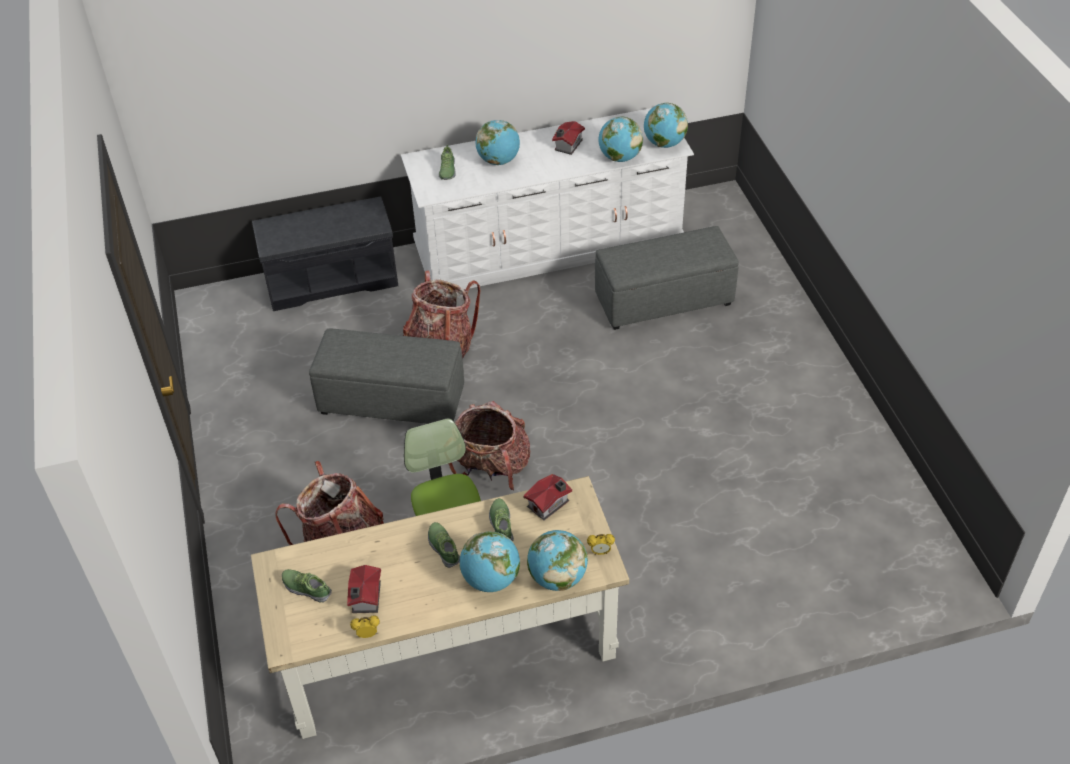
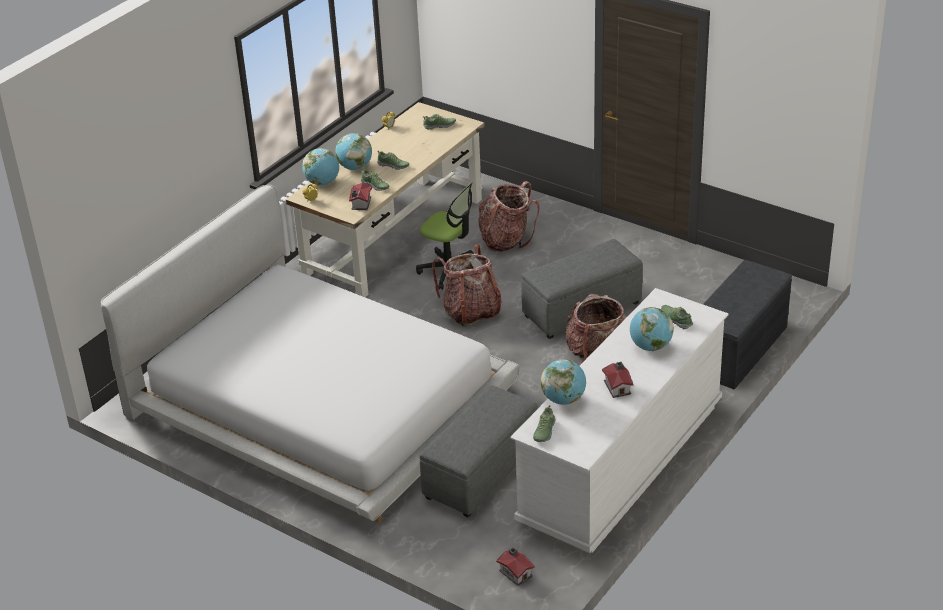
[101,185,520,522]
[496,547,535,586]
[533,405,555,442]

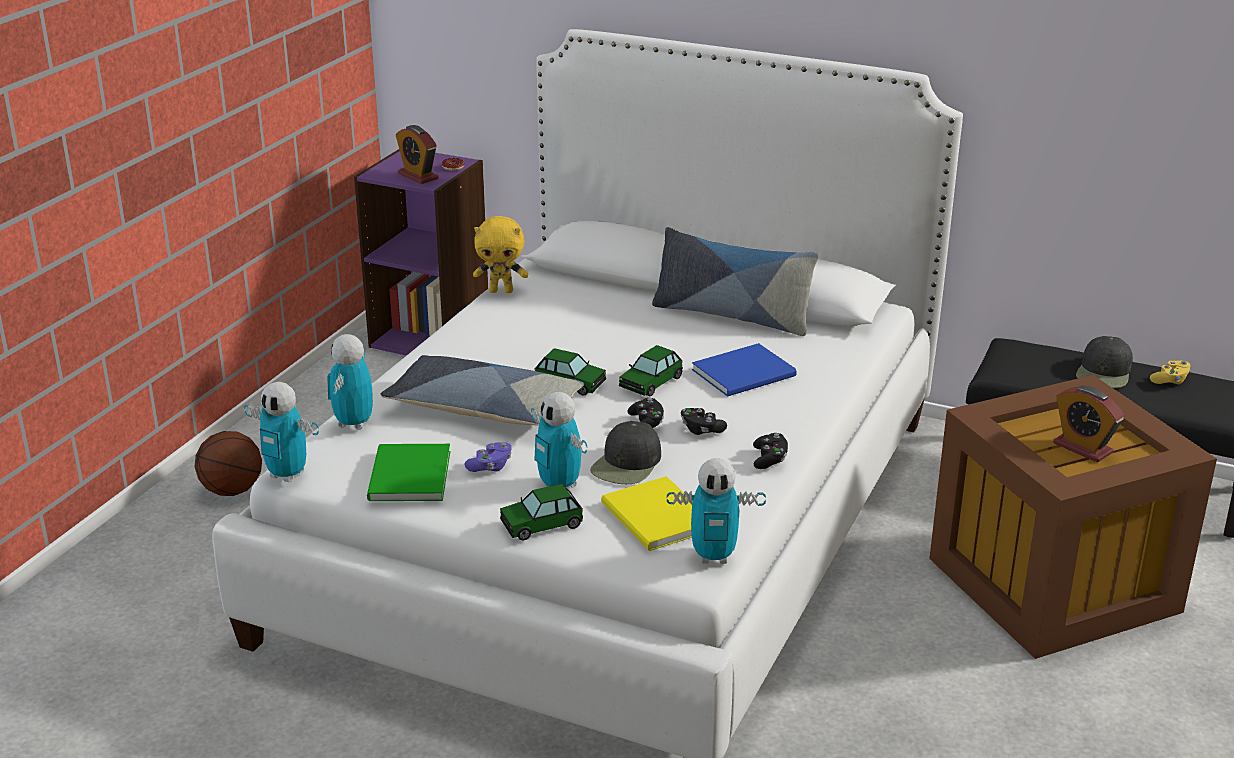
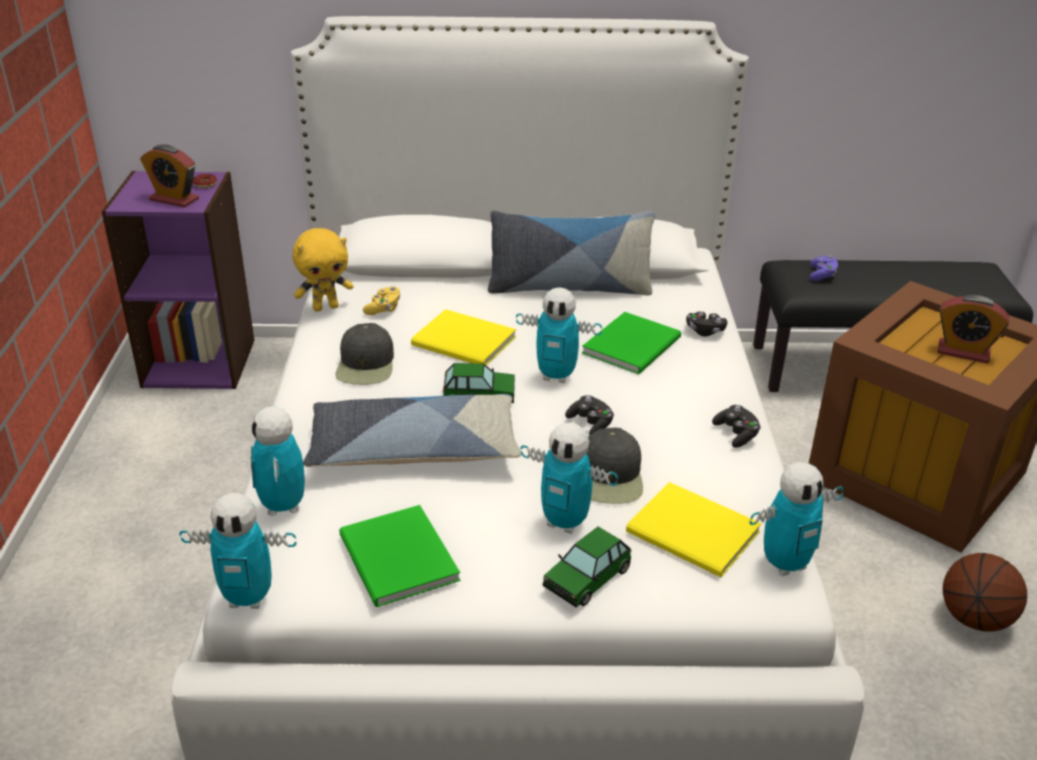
[411,309,516,366]
[943,553,1027,632]
[810,255,838,281]
[686,311,727,337]
[336,323,394,385]
[363,287,401,315]
[516,287,602,383]
[582,312,681,374]

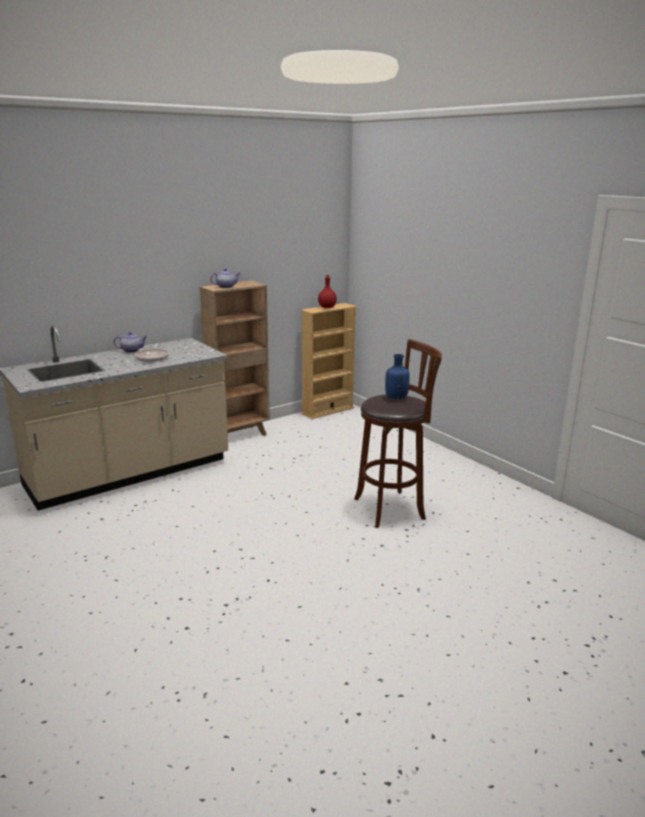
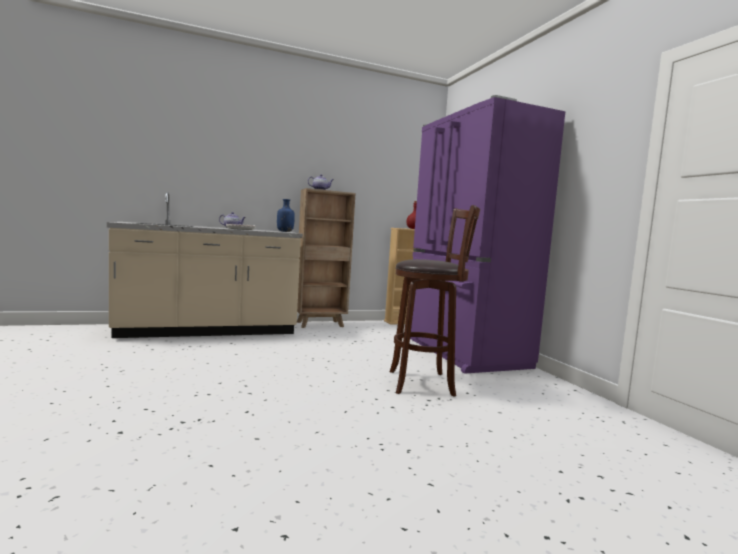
[410,95,565,373]
[277,199,295,232]

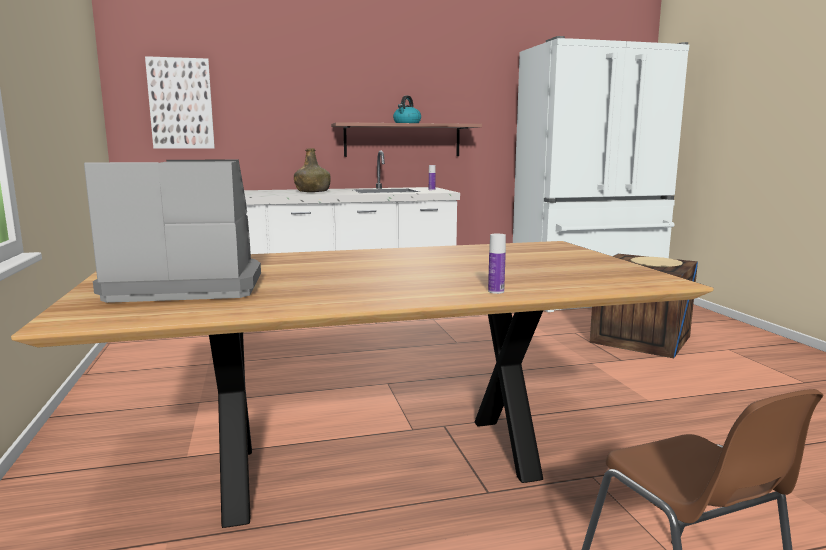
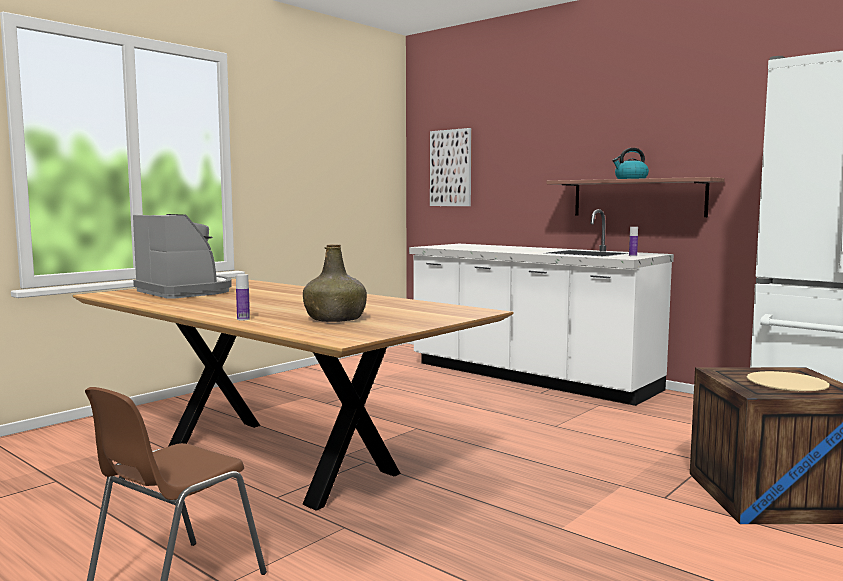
[303,244,367,322]

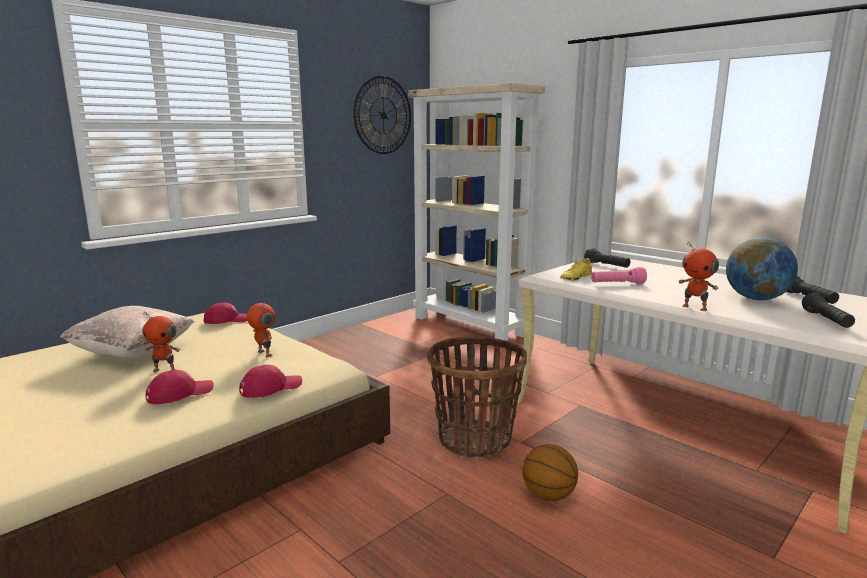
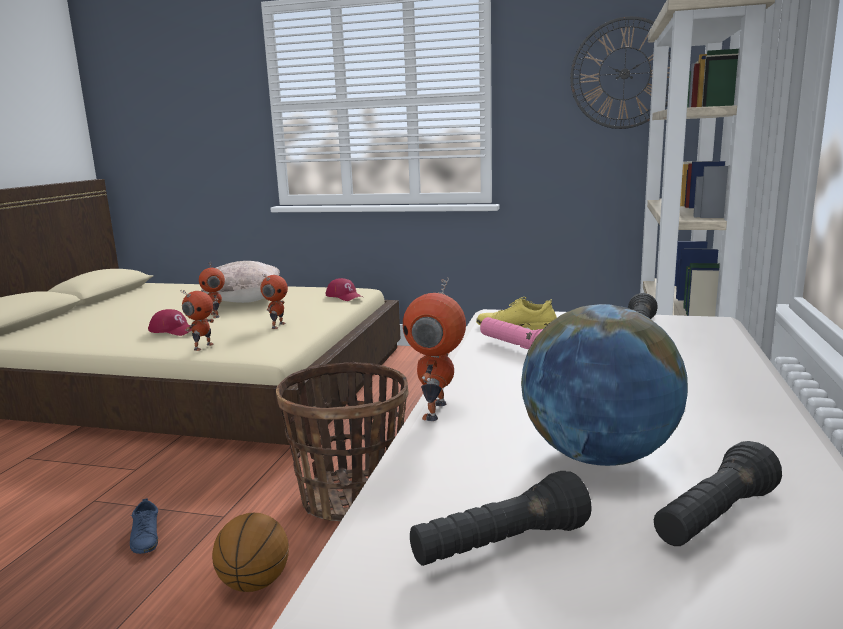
[130,498,158,554]
[181,290,214,351]

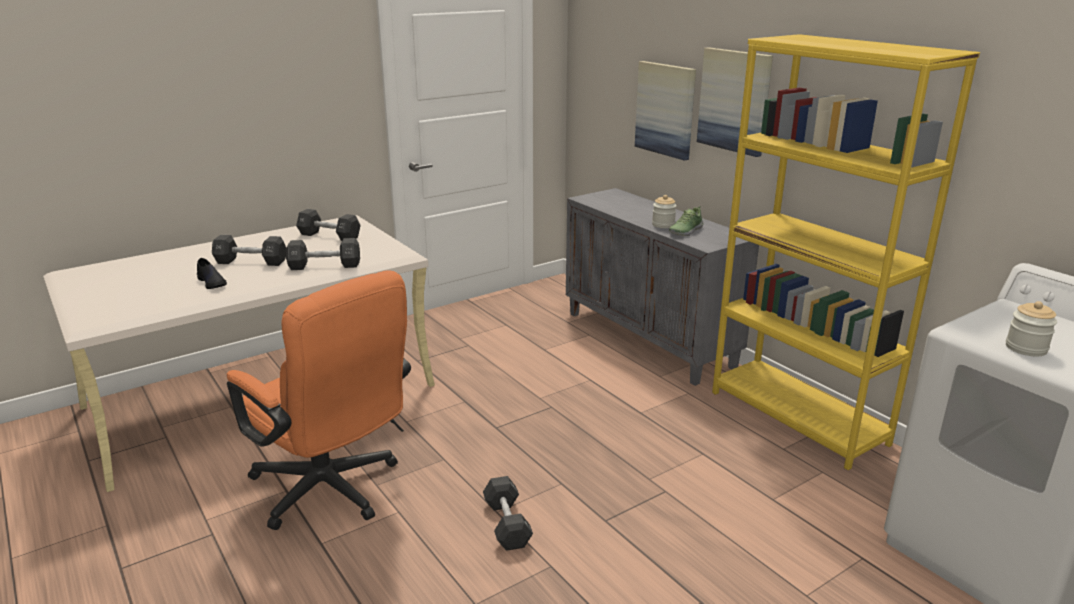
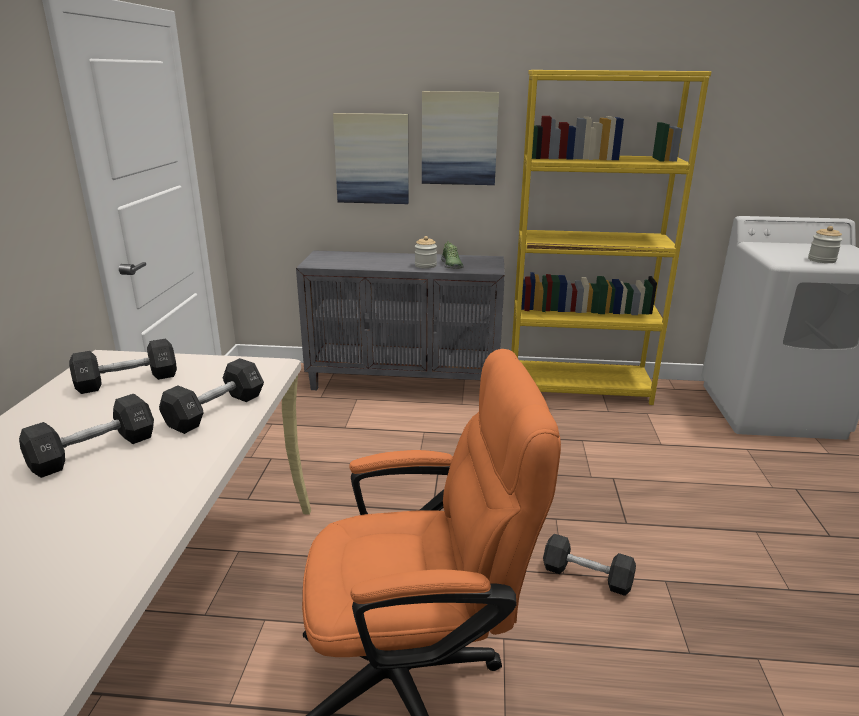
[197,258,227,289] (first image)

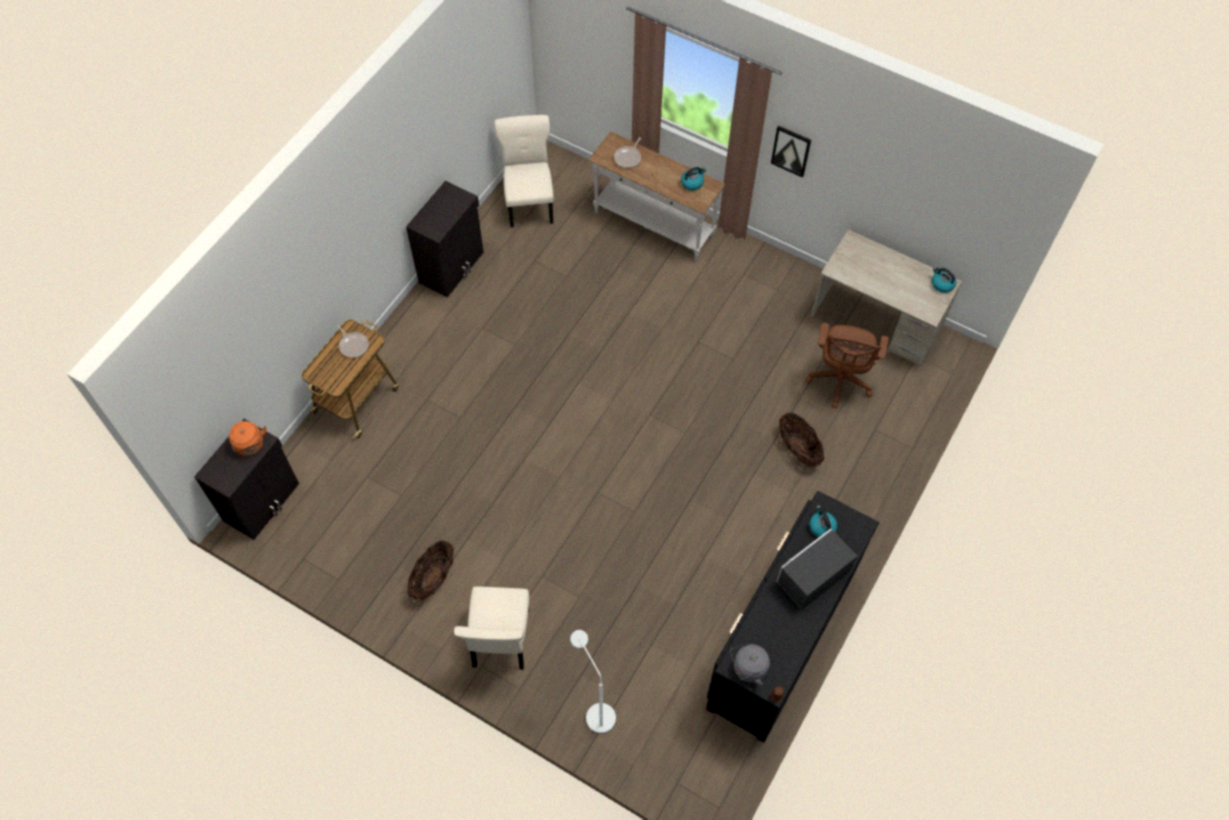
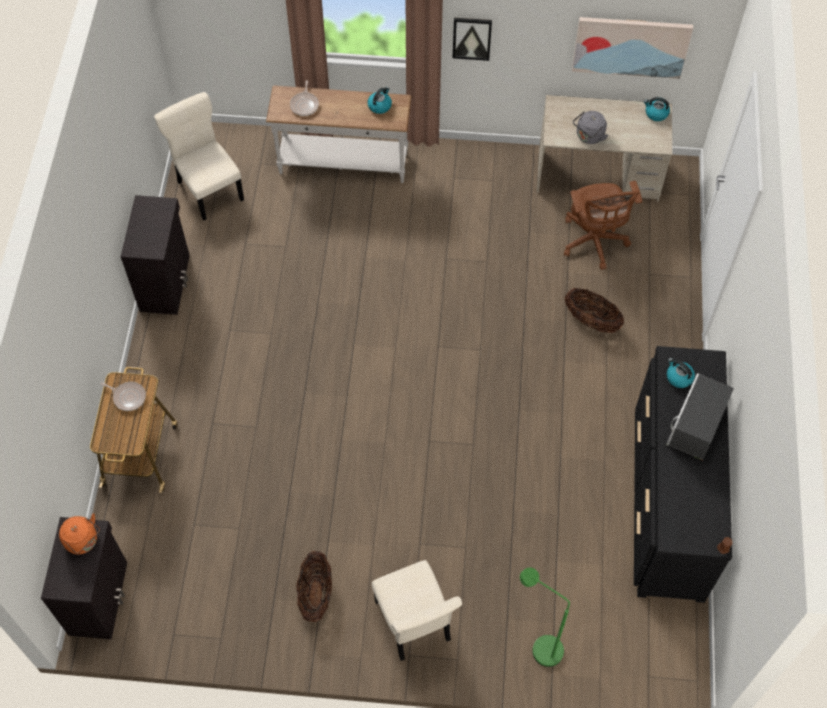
[572,17,693,79]
[573,111,608,144]
[520,568,570,667]

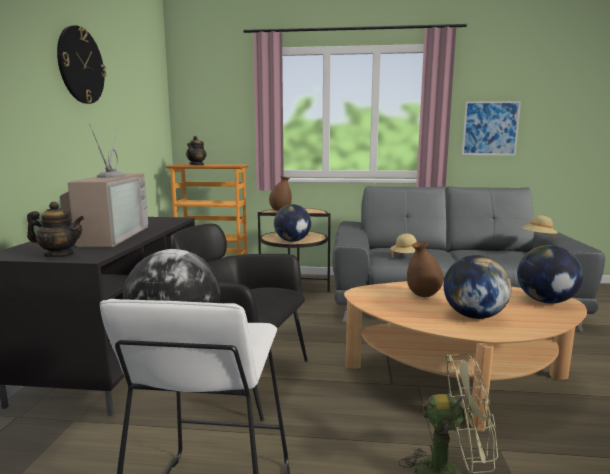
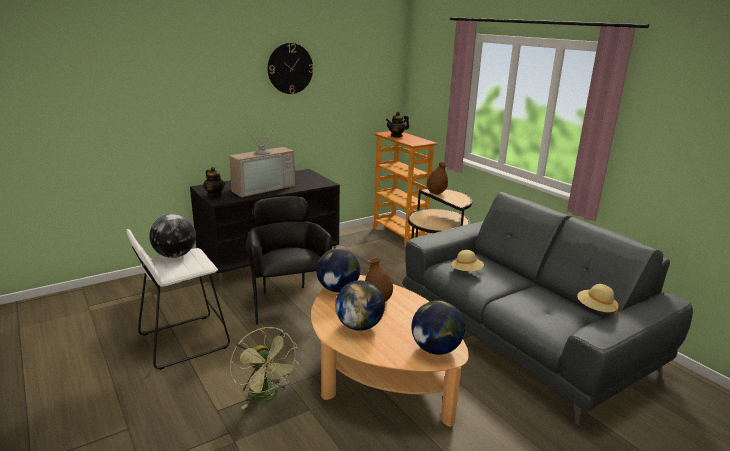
[462,101,521,155] (first image)
[316,248,360,292]

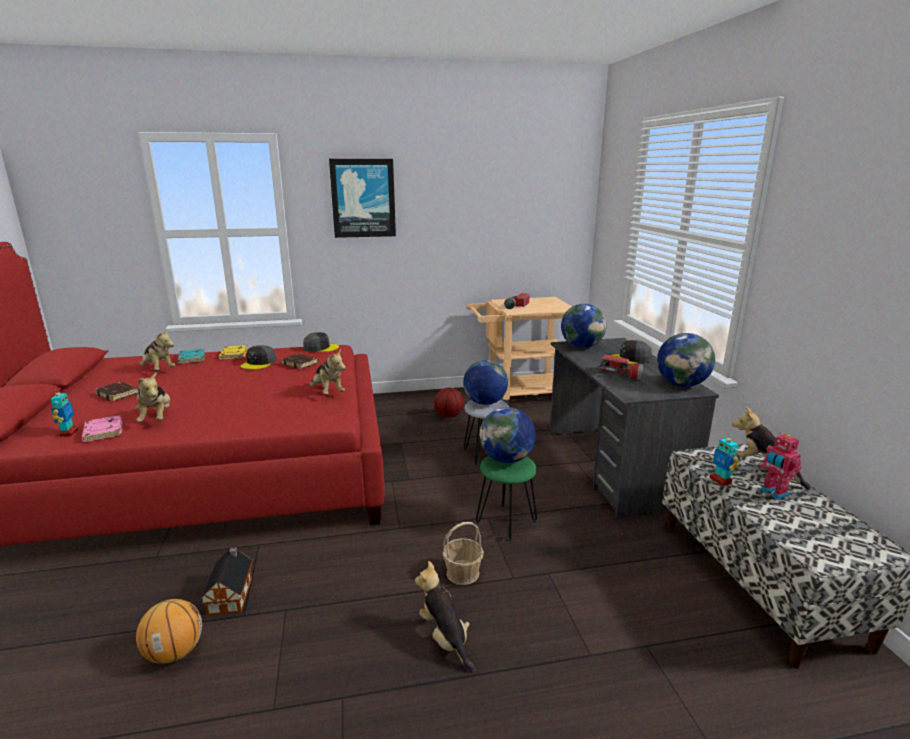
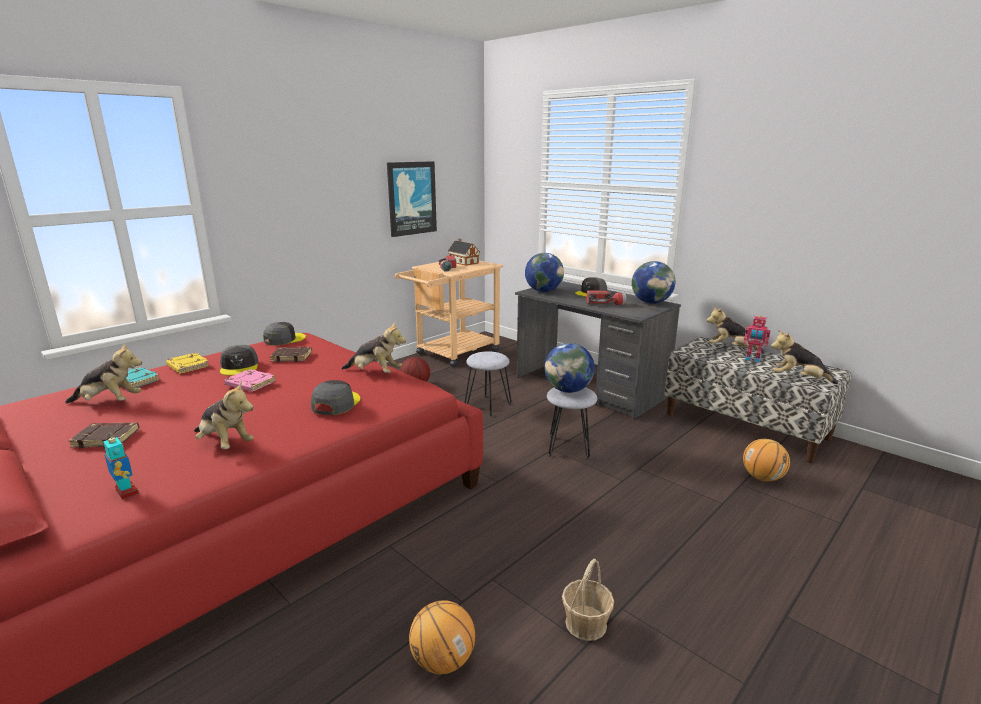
[463,360,508,405] (first image)
[710,434,739,486] (first image)
[311,380,360,415]
[743,439,790,482]
[224,369,276,392]
[448,239,480,266]
[387,161,437,237]
[771,330,838,384]
[562,559,614,641]
[547,387,597,459]

